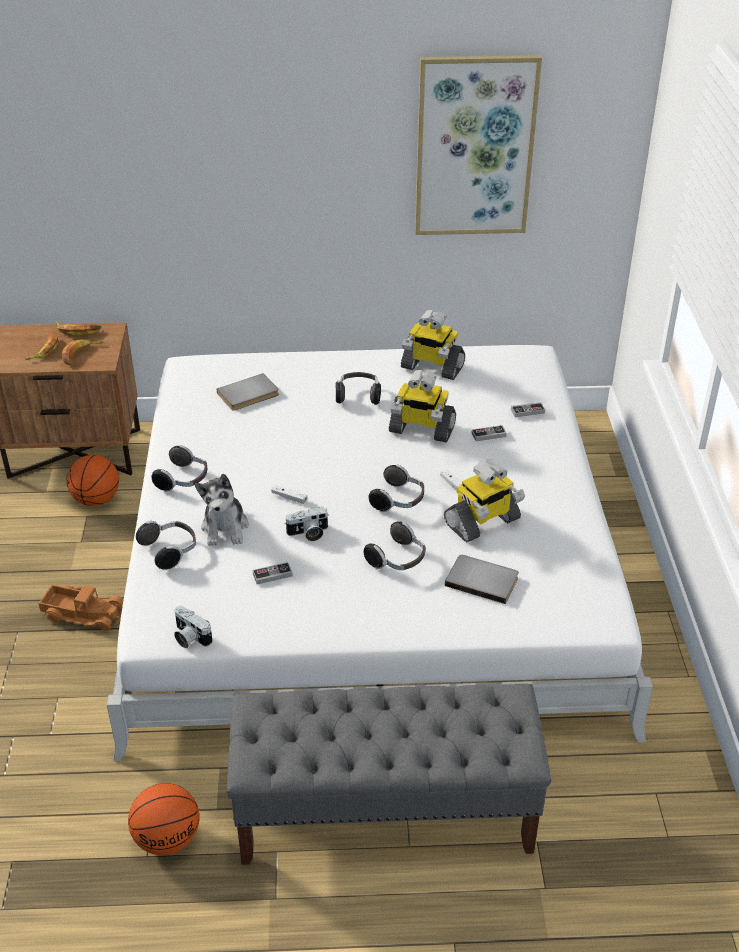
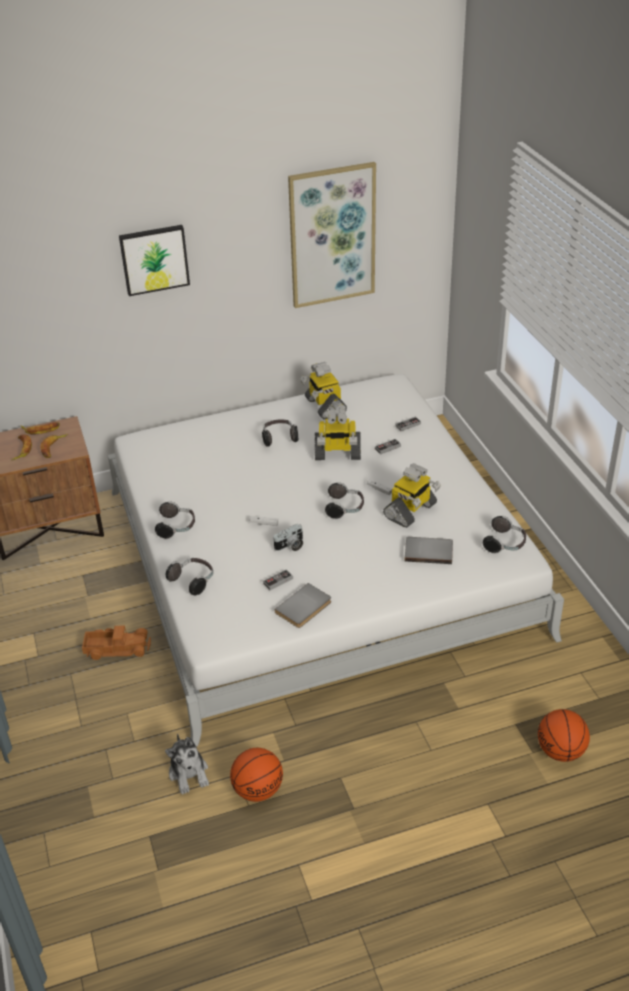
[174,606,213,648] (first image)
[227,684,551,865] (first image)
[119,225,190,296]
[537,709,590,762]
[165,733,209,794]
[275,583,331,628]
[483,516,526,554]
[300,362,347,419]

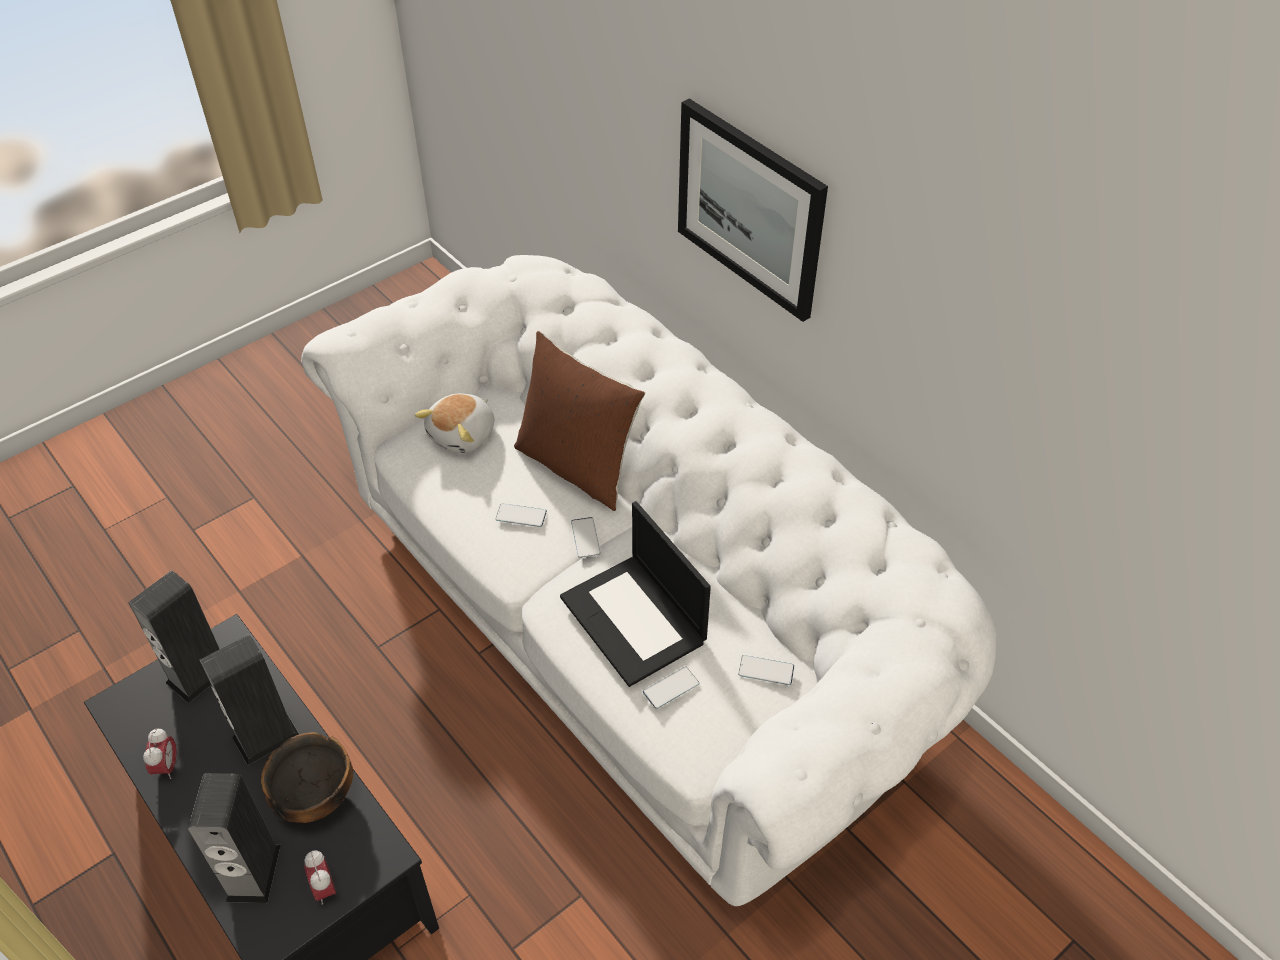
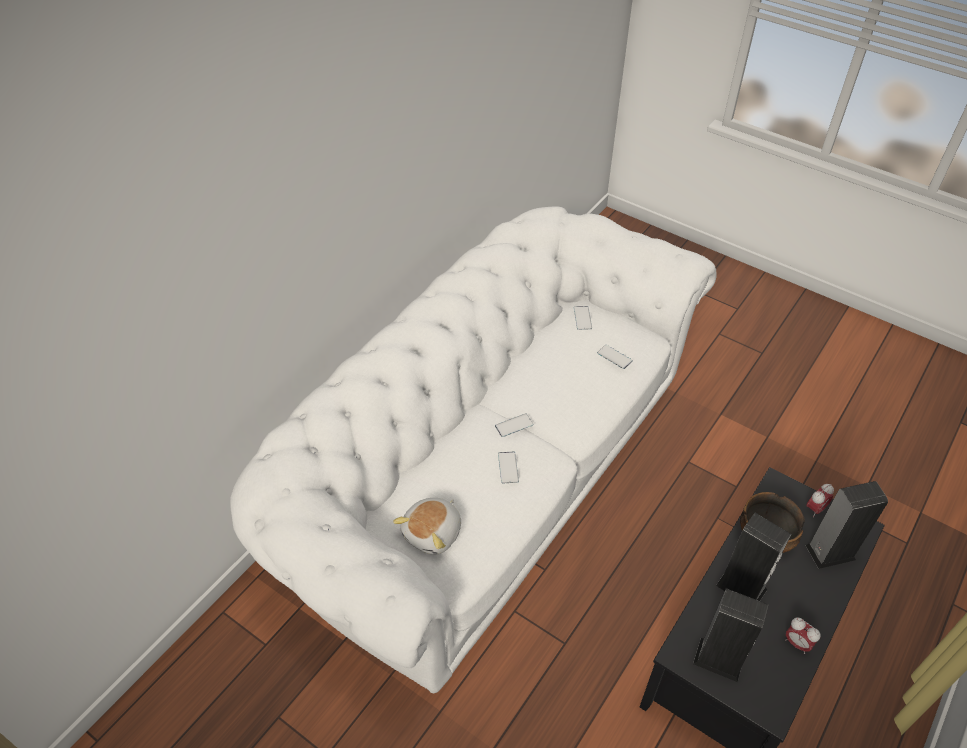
[514,331,645,511] (first image)
[560,501,711,687] (first image)
[678,98,828,322] (first image)
[785,617,821,654]
[393,498,461,554]

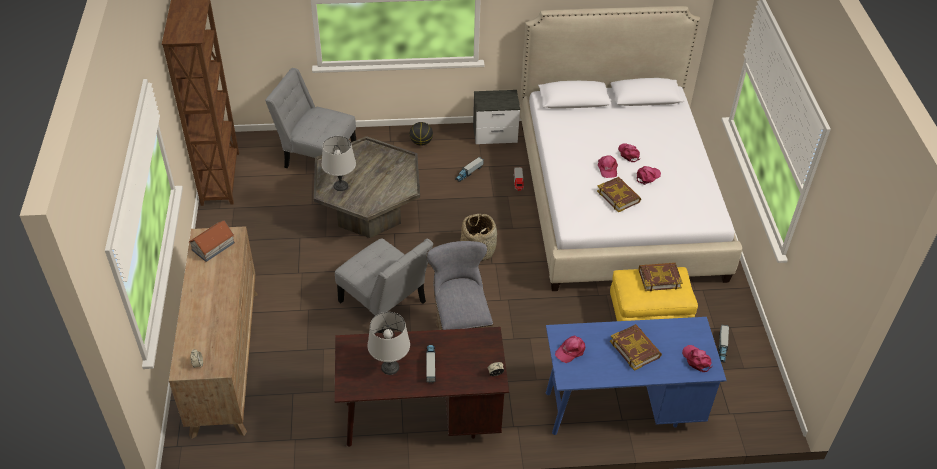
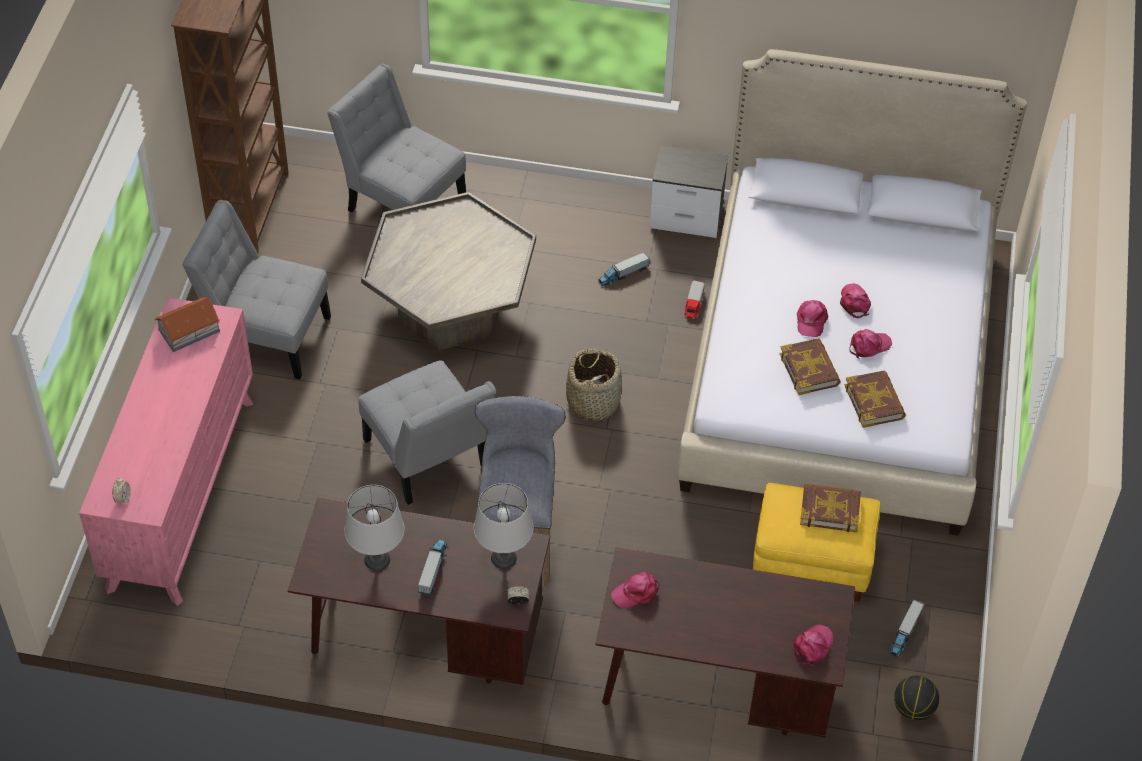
[182,200,331,380]
[474,483,533,569]
[894,676,939,721]
[845,371,906,428]
[79,297,253,606]
[595,547,855,738]
[794,624,833,667]

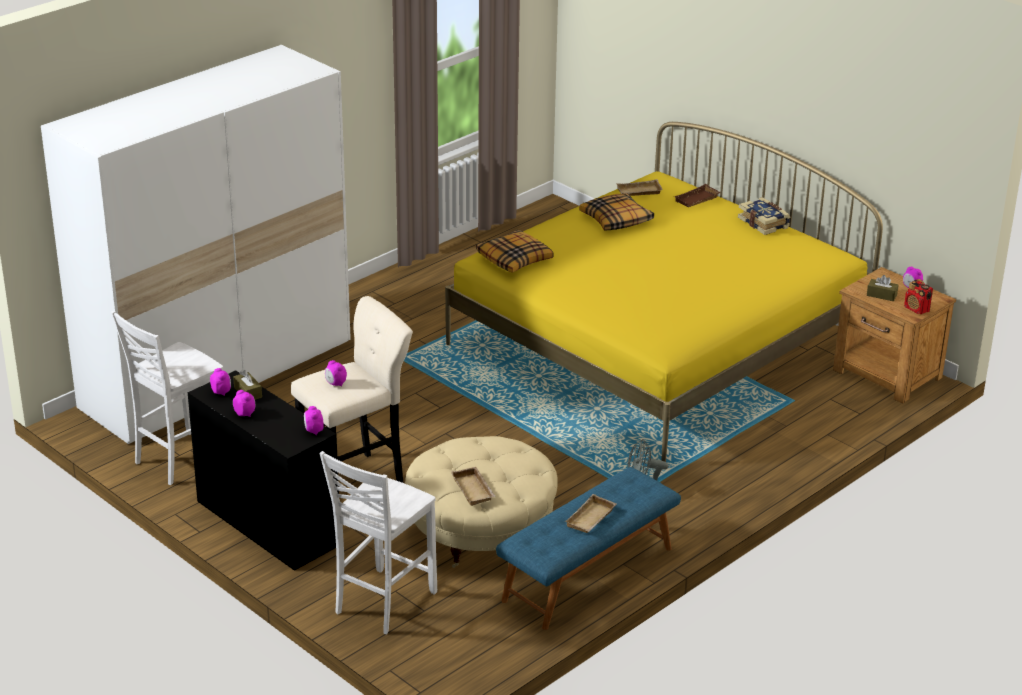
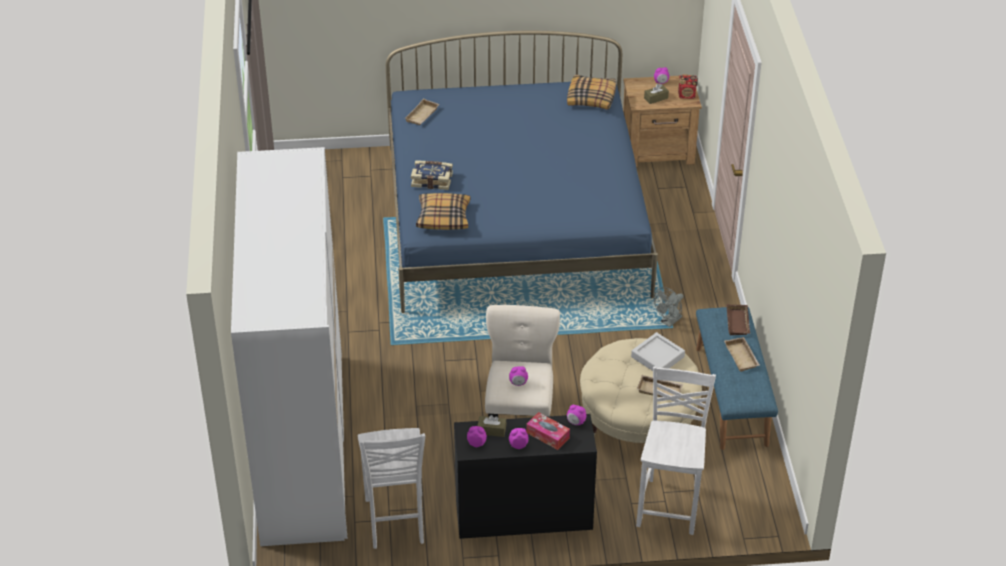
[526,412,570,450]
[631,332,685,371]
[567,74,616,110]
[726,304,750,335]
[411,160,453,190]
[386,31,658,313]
[636,366,716,535]

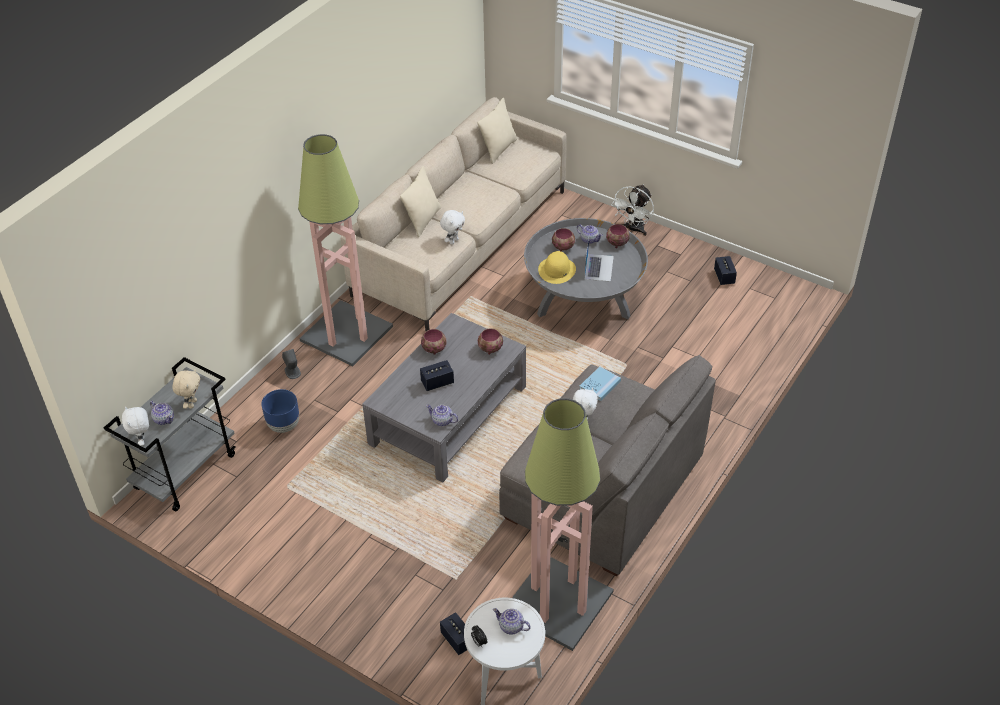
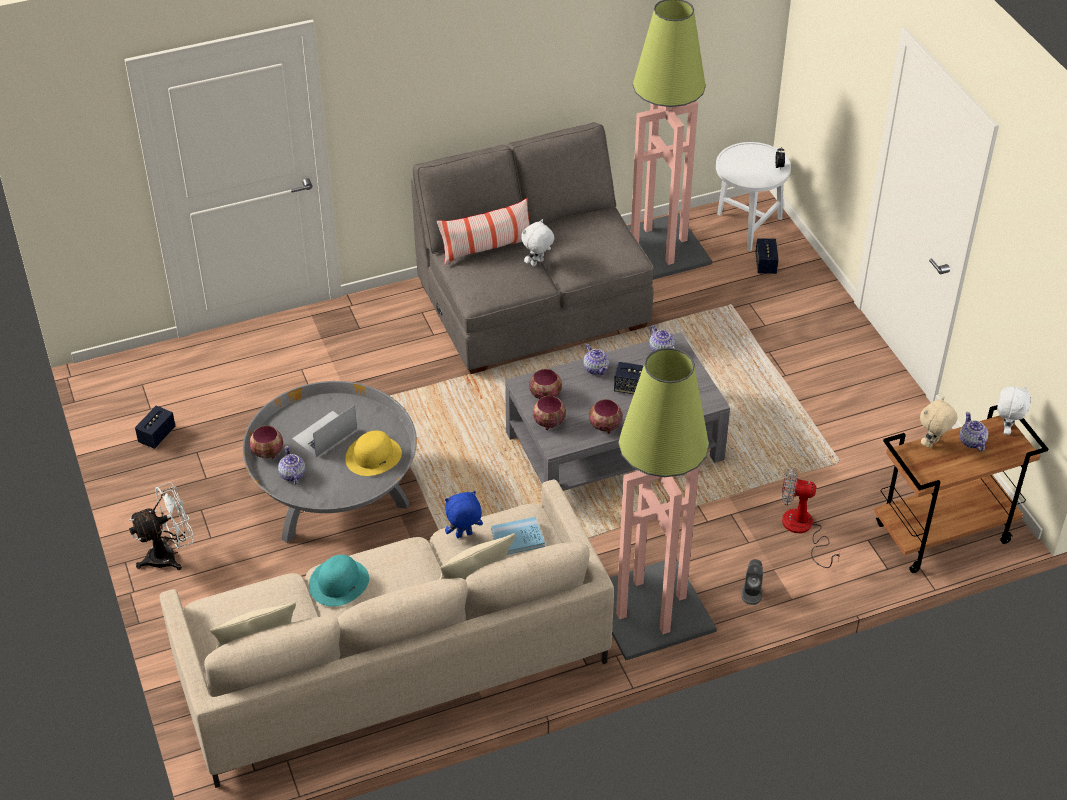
[309,555,369,607]
[437,198,530,265]
[584,344,609,375]
[533,396,566,430]
[491,517,545,555]
[782,468,841,568]
[874,405,1048,573]
[445,491,483,538]

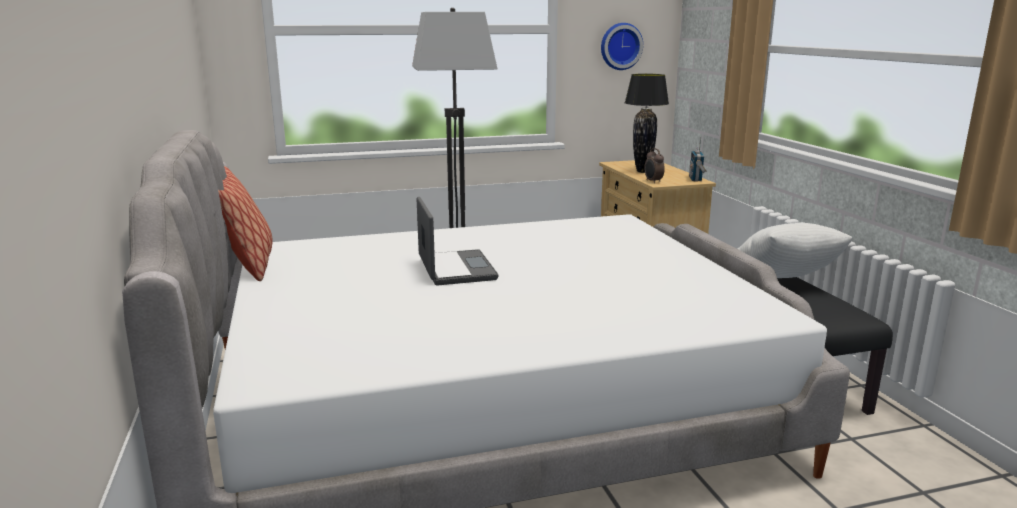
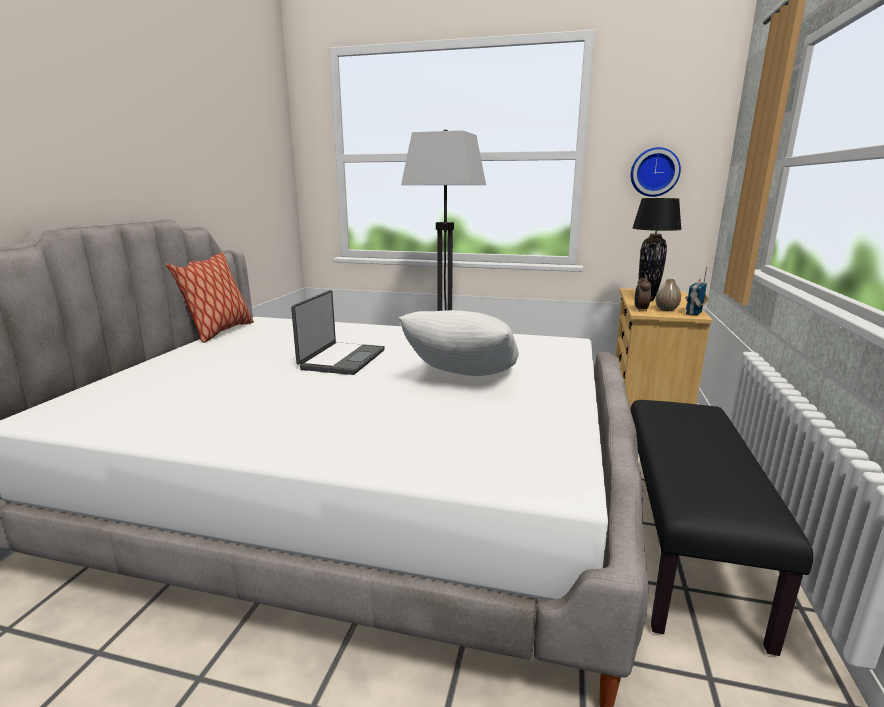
[656,279,681,311]
[398,310,519,376]

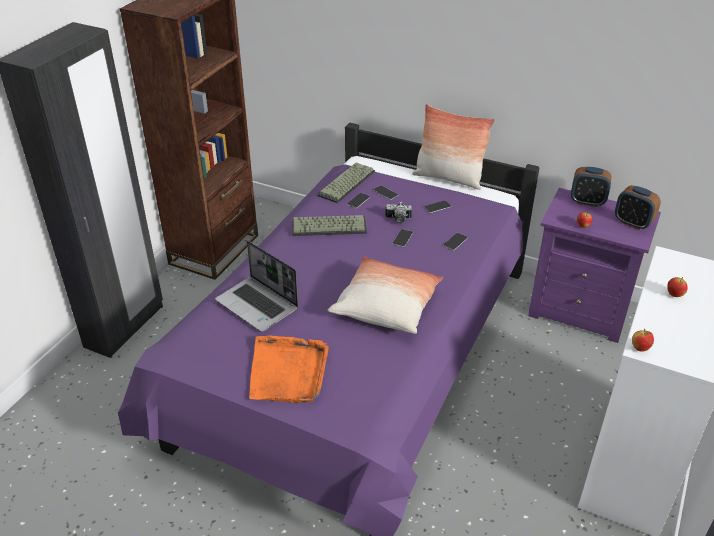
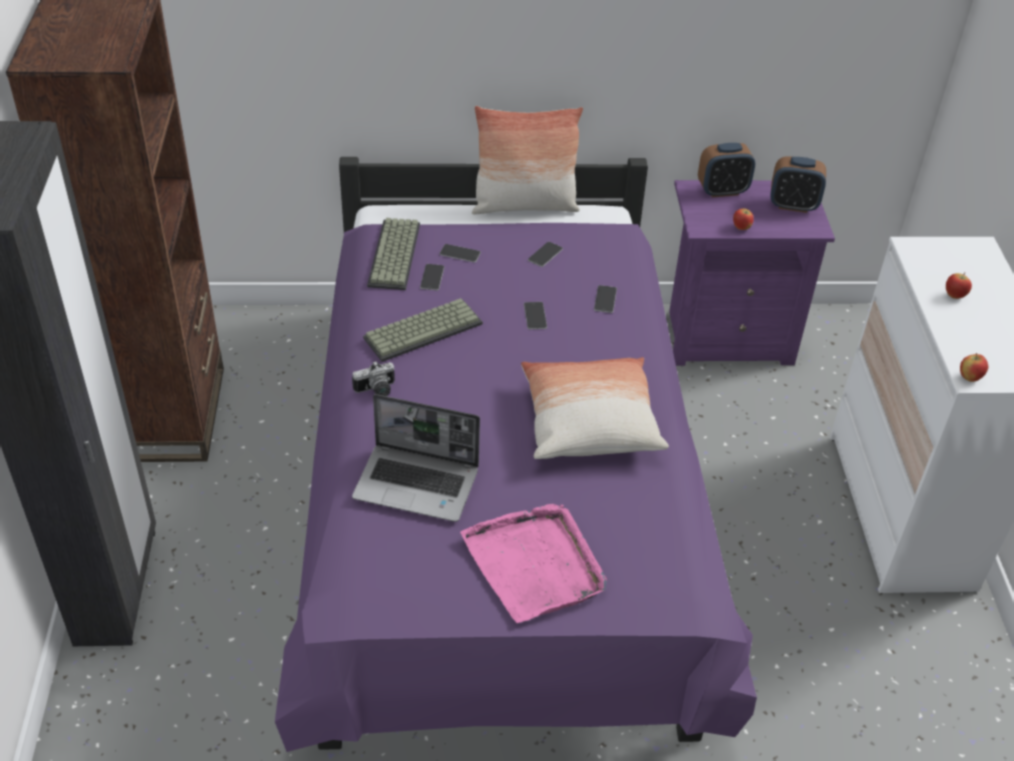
[352,361,395,396]
[460,504,607,623]

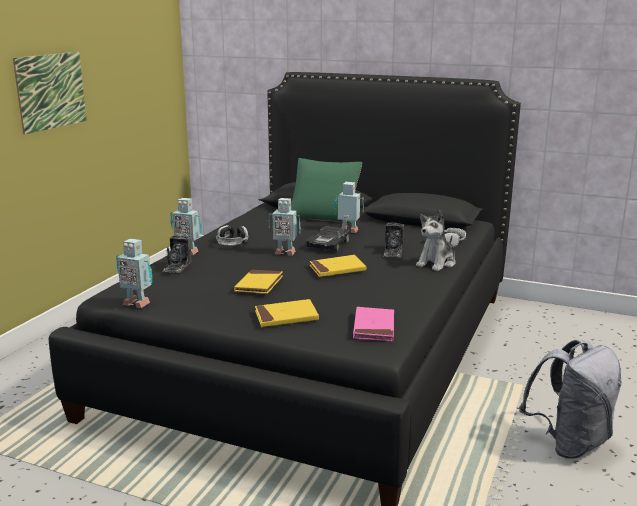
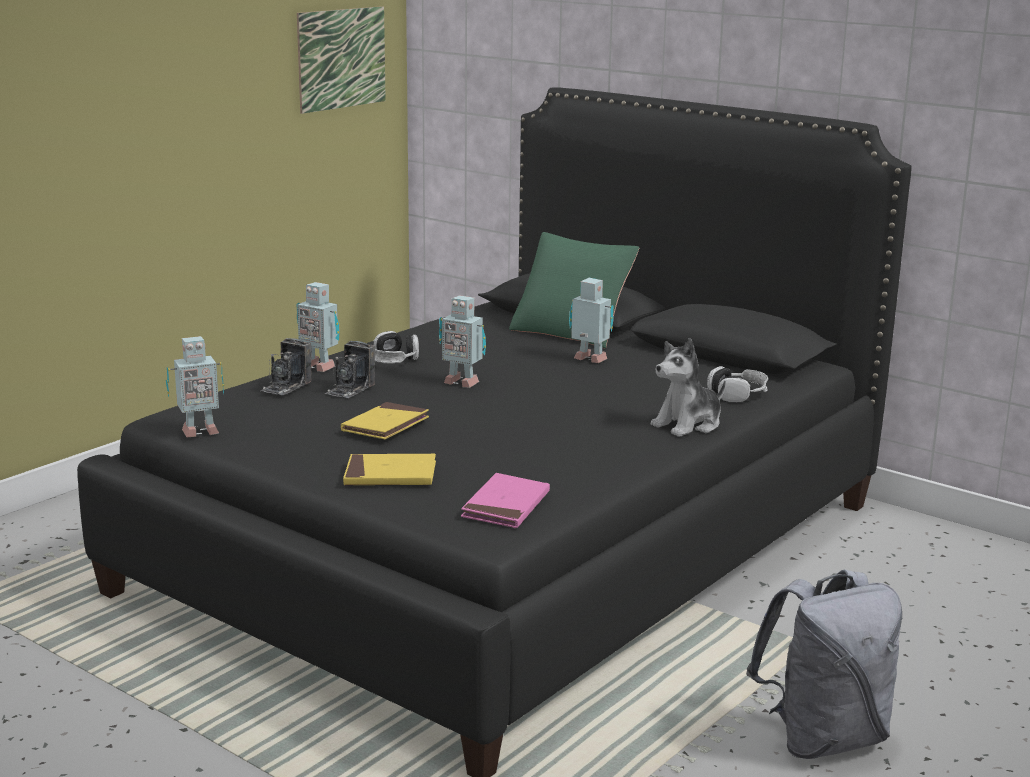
[306,226,351,251] (first image)
[310,255,366,277] (first image)
[297,6,386,114]
[325,341,375,398]
[166,336,224,437]

